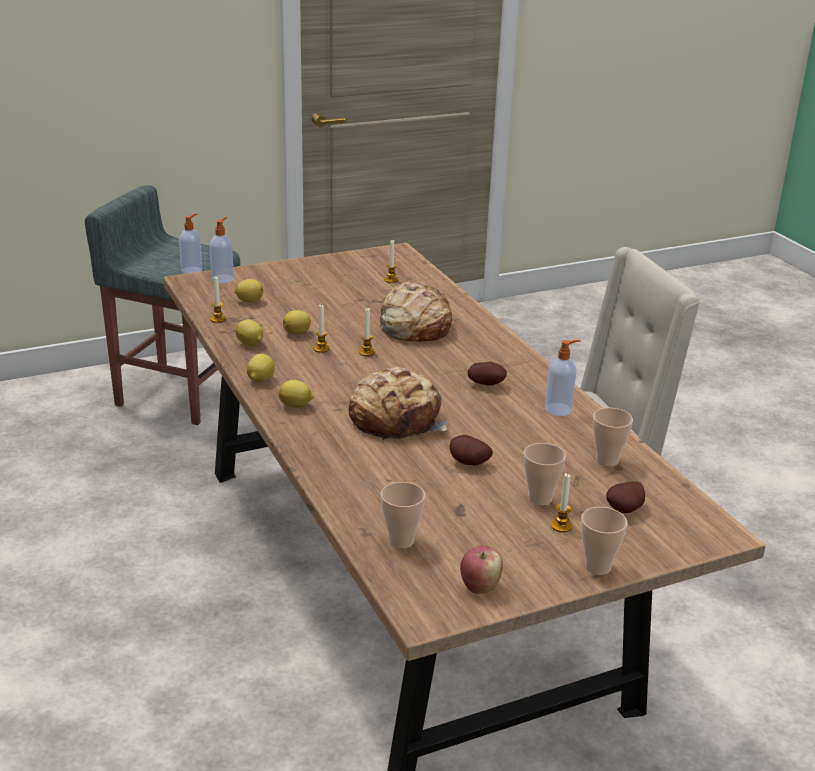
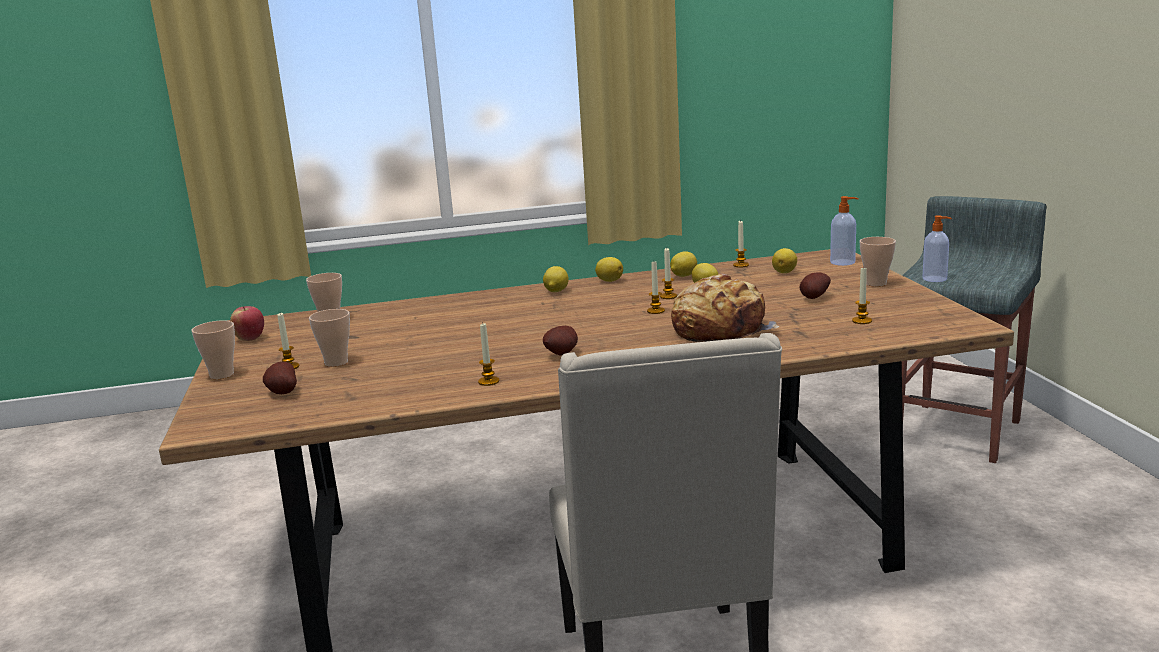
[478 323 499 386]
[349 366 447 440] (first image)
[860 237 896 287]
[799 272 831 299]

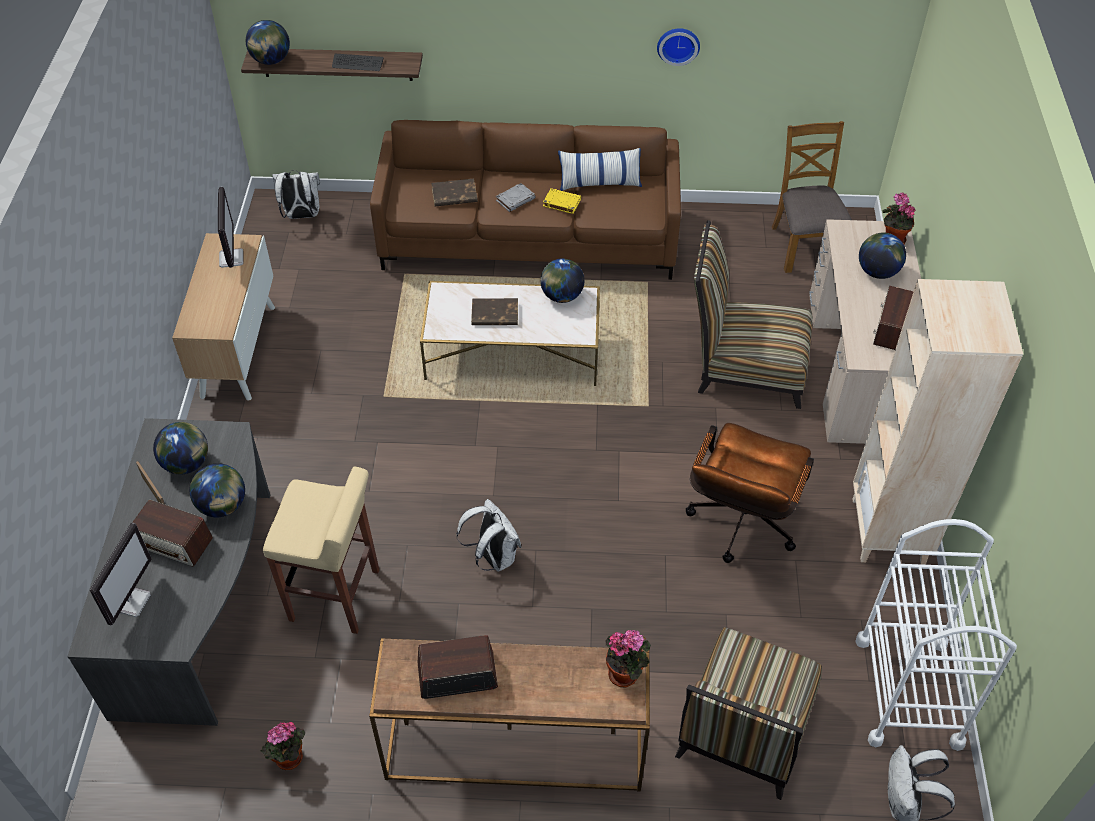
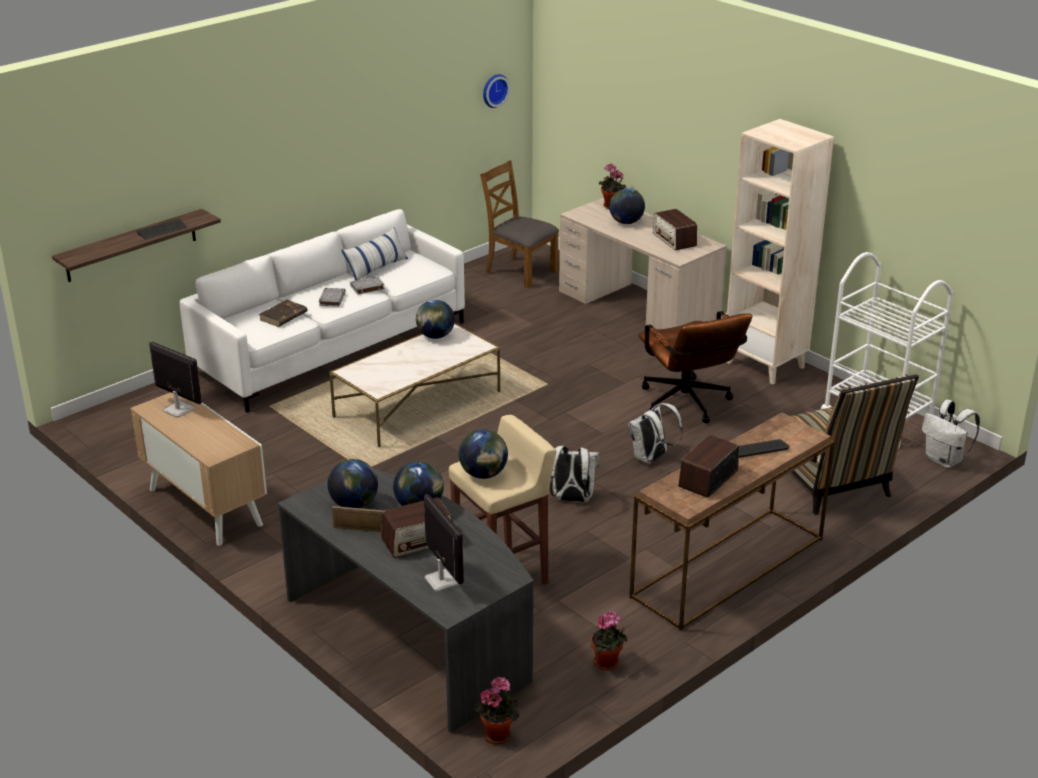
[459 429 508 479]
[483 74 510 108]
[180 209 465 413]
[628 403 683 464]
[350 277 385 295]
[694 220 813 409] (first image)
[471 298 518 325] (first image)
[474 677 519 744]
[739 439 790 458]

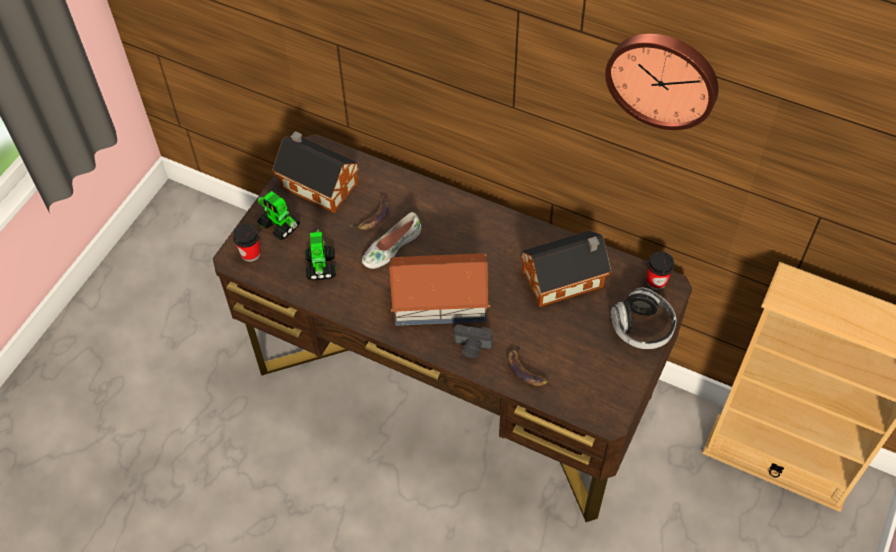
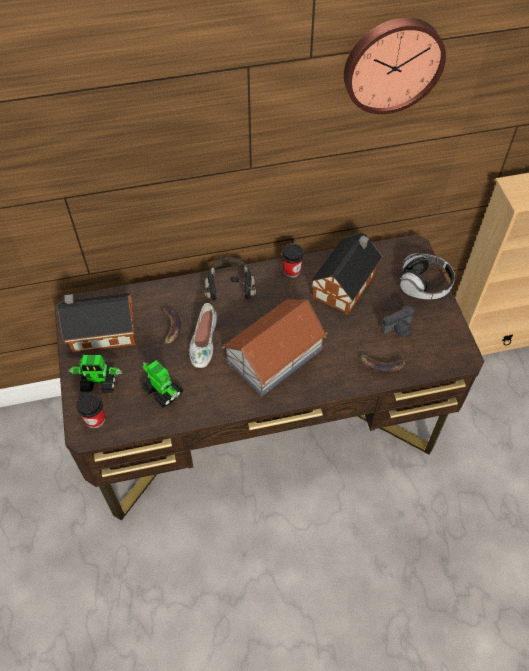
[281 243 304 278]
[381 306 414 338]
[204 257 256 301]

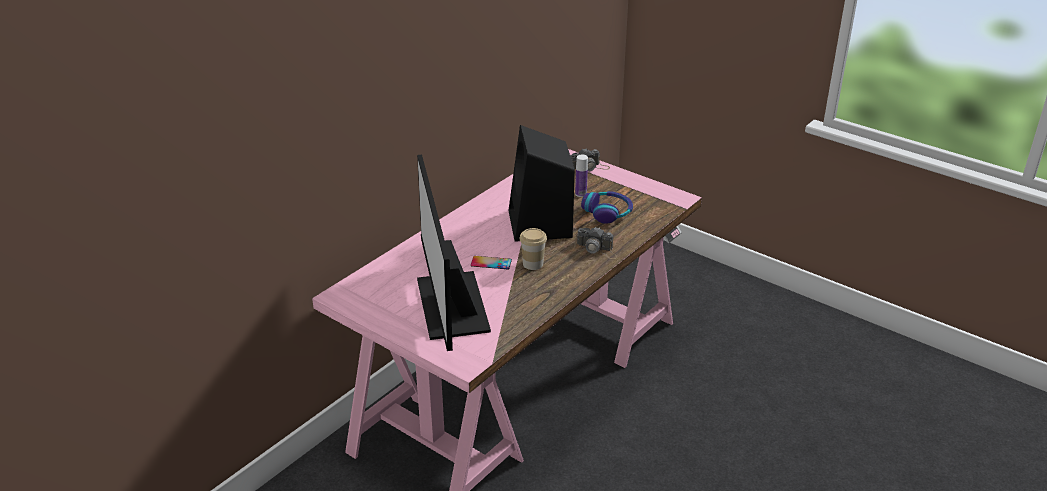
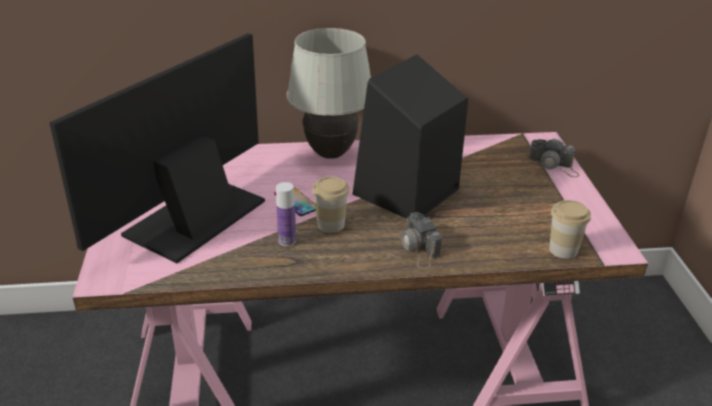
[276 182 296 246]
[581 191 633 224] (first image)
[287 28 371 159]
[549 200 591 259]

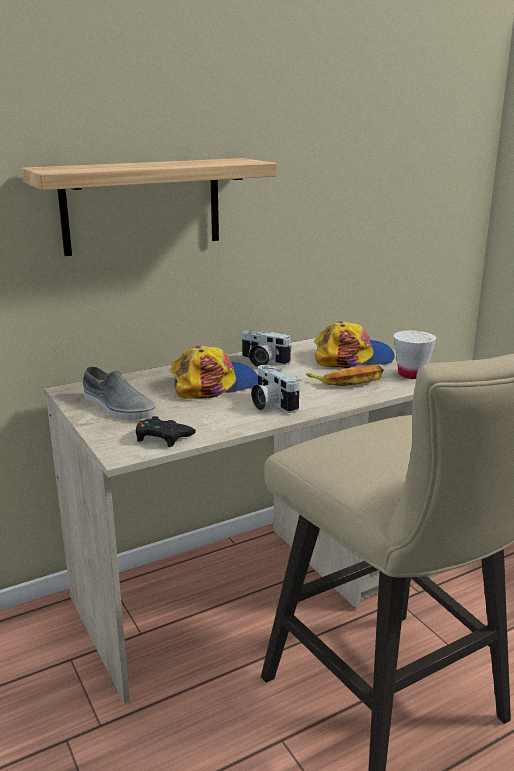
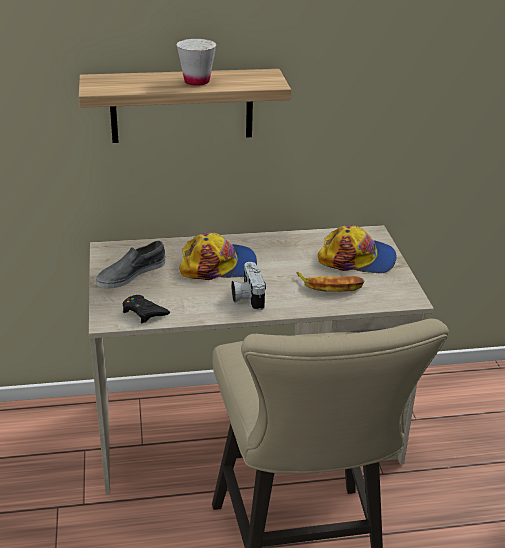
[241 330 292 367] (first image)
[177 39 216 86]
[96 241 166 289]

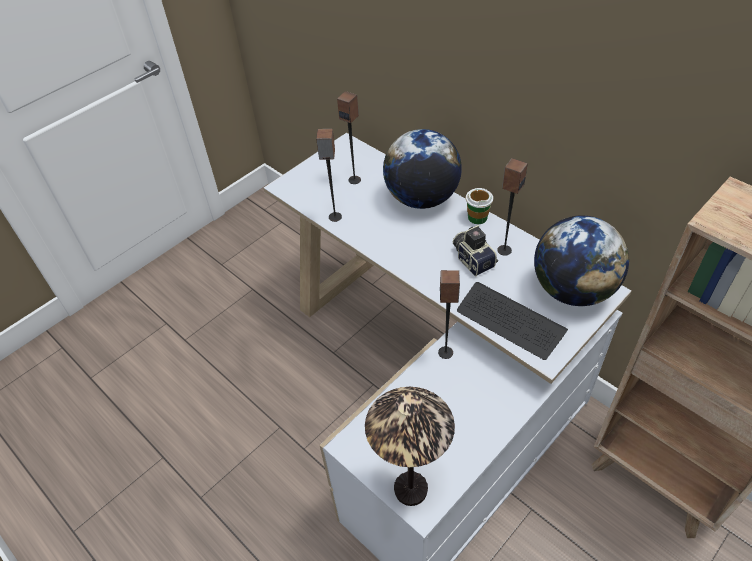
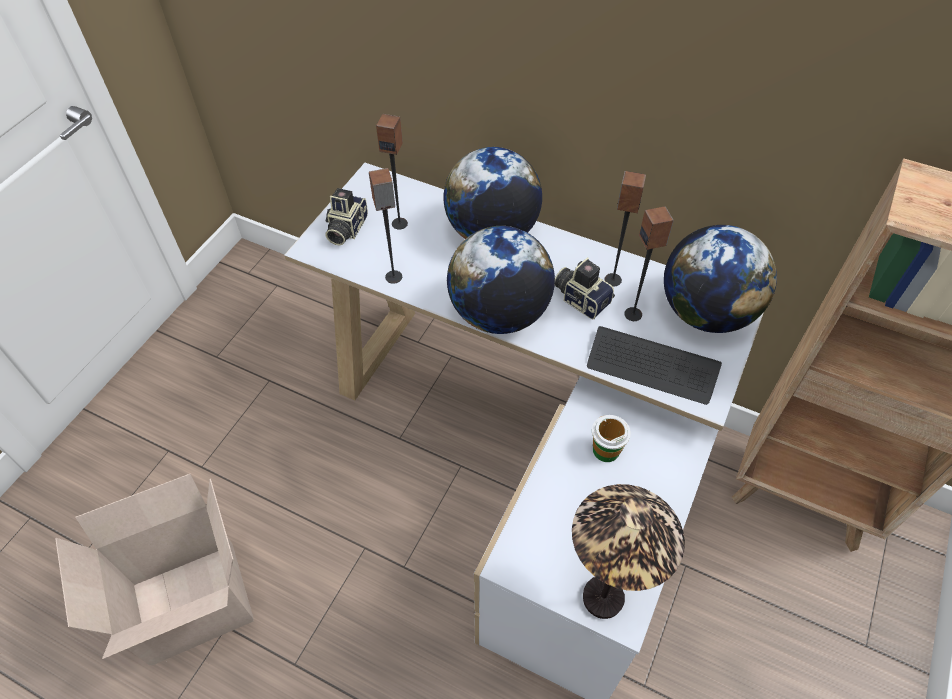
[592 415 631 462]
[624 206 674 321]
[325 188 368 245]
[447 226 555 334]
[55 474 254 666]

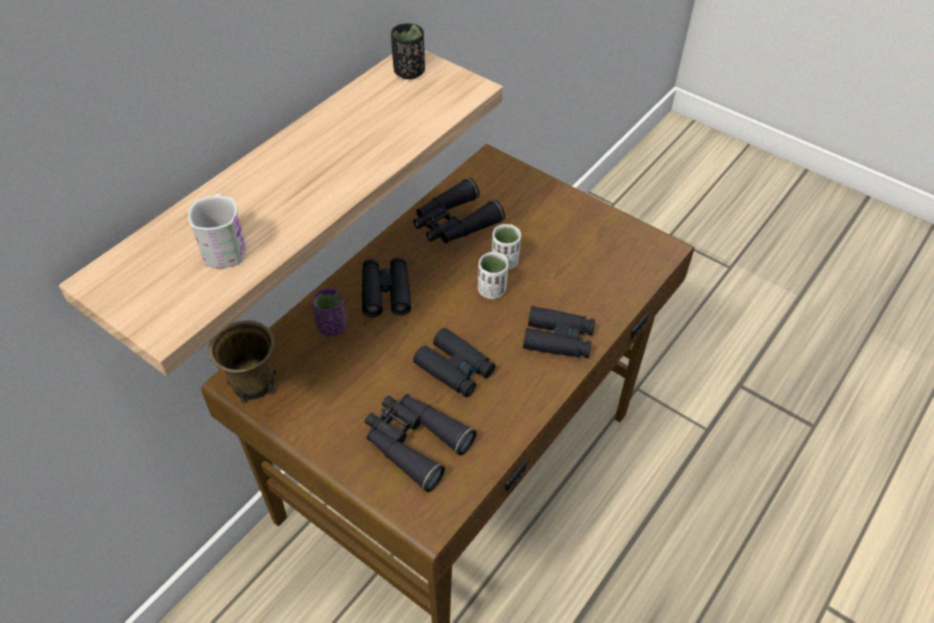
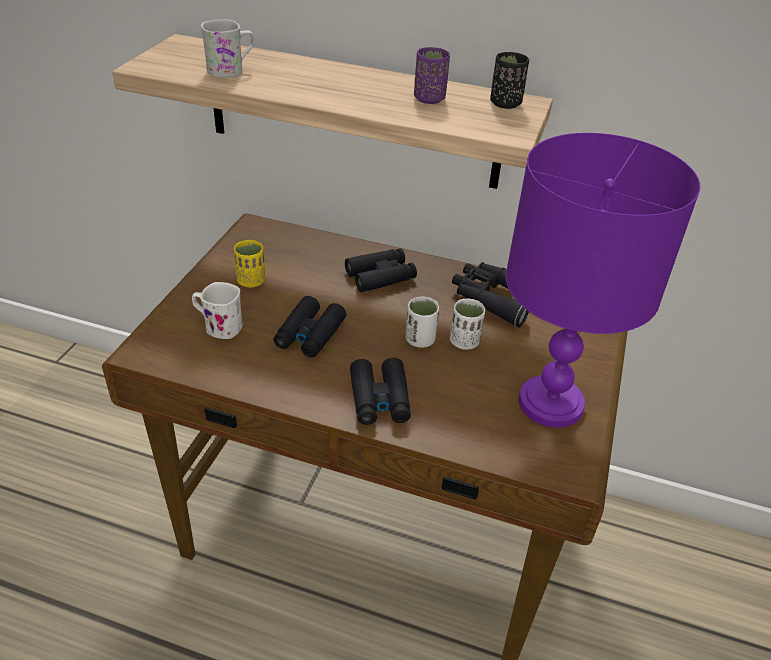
[414 47 450 104]
[208 321 277 403] (first image)
[192 282 243 339]
[506 133 700 428]
[234 240 265 288]

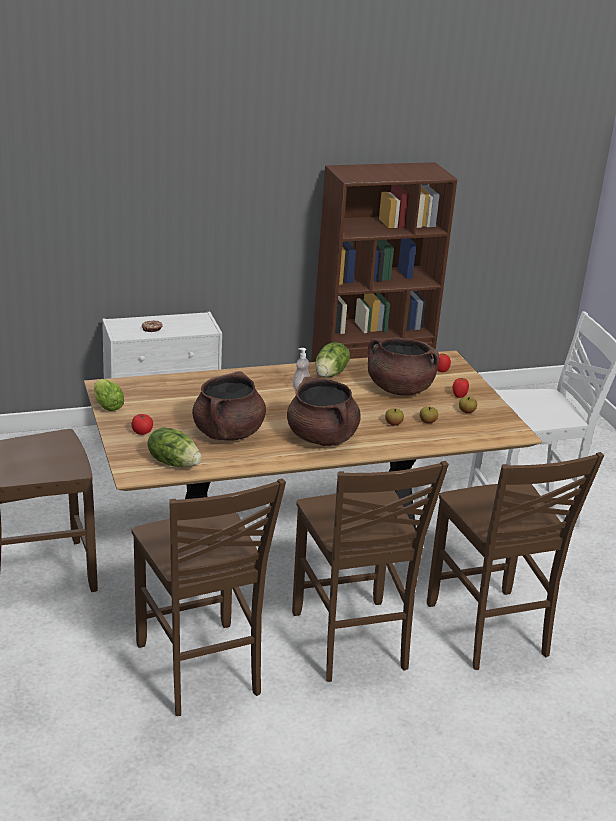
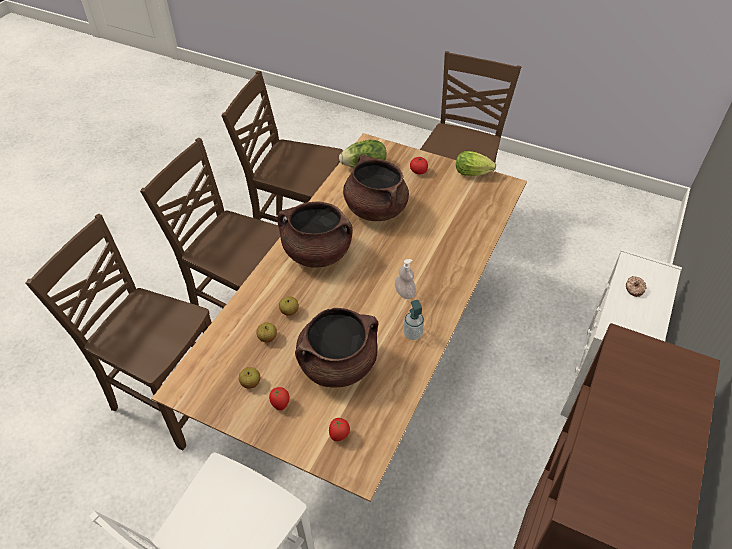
[403 299 424 340]

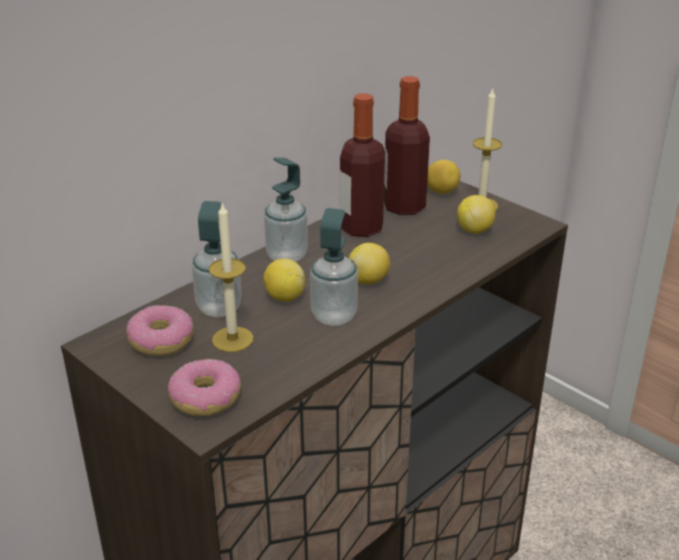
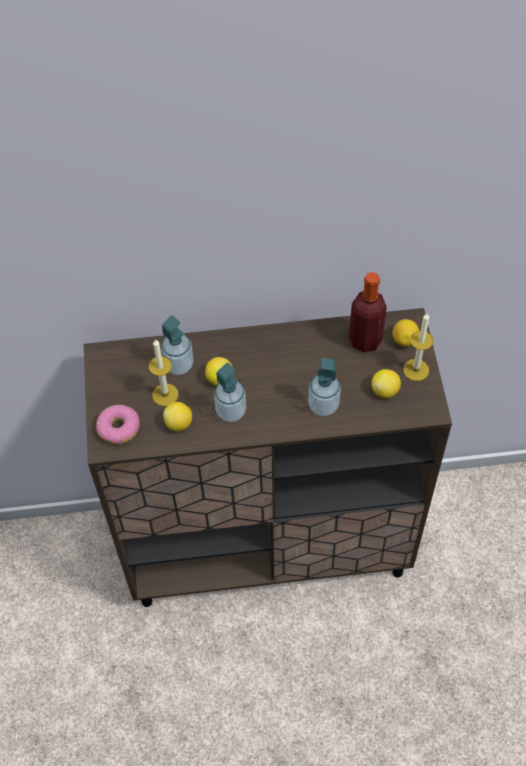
[340 93 385 237] (first image)
[308 358 341 416]
[163 402 192 431]
[126 305 194 356] (first image)

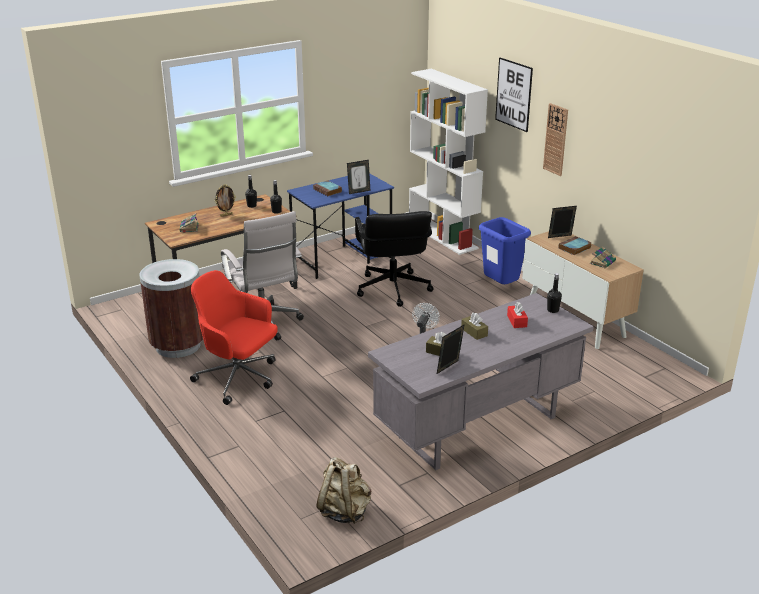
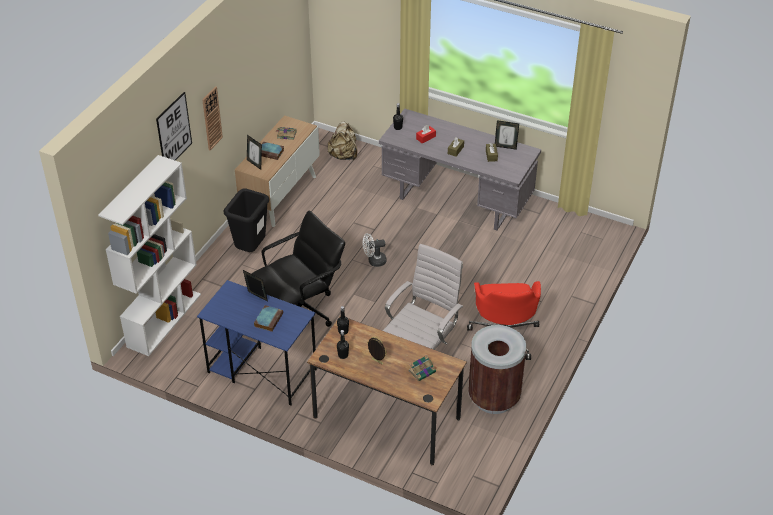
[224 188 269 252]
[327 121 357 160]

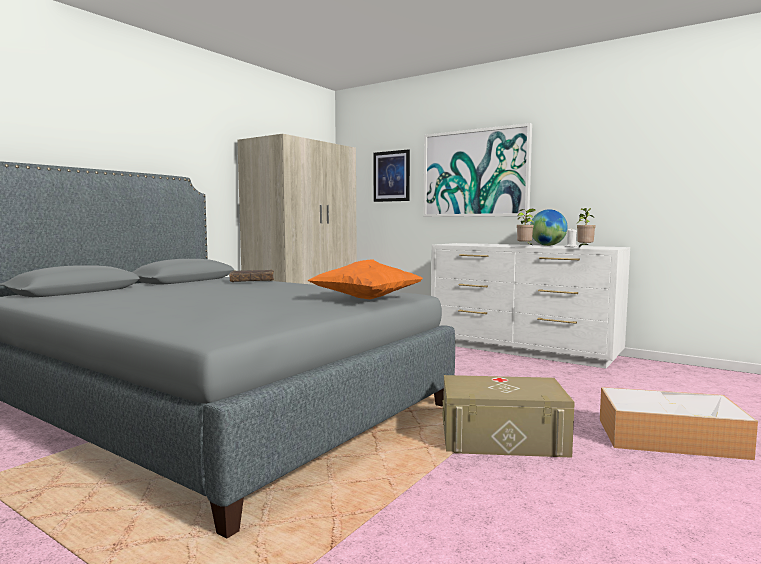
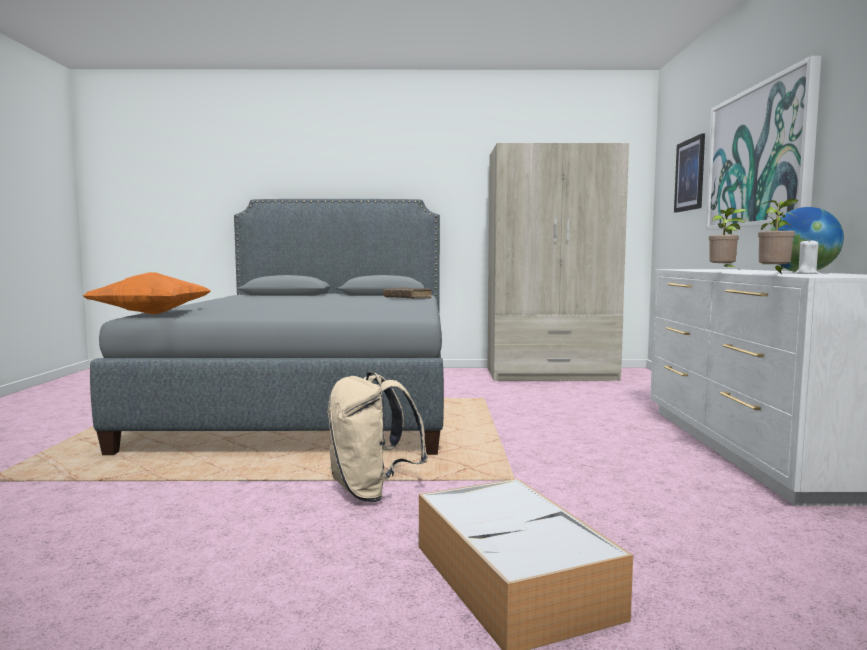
[83 272 211 314]
[327 372 428 502]

